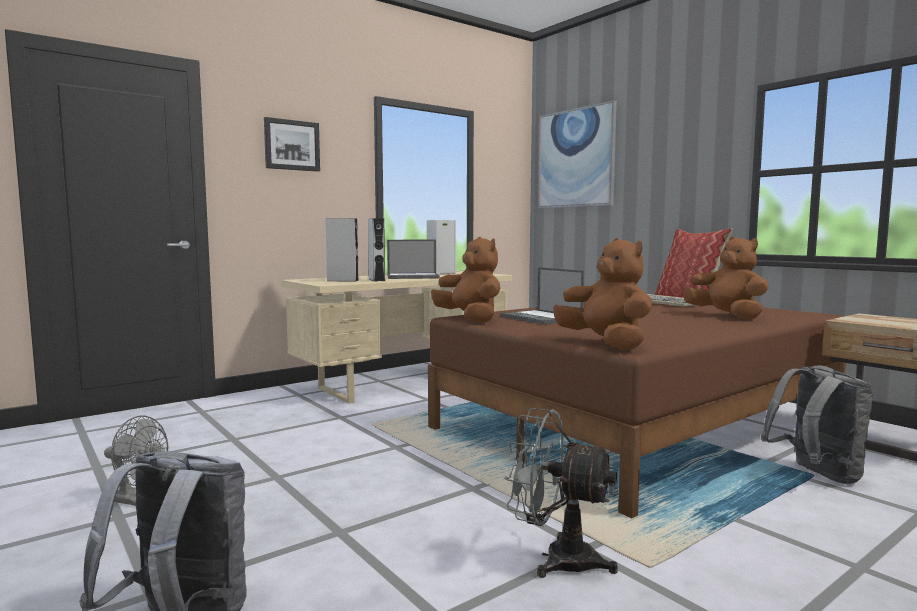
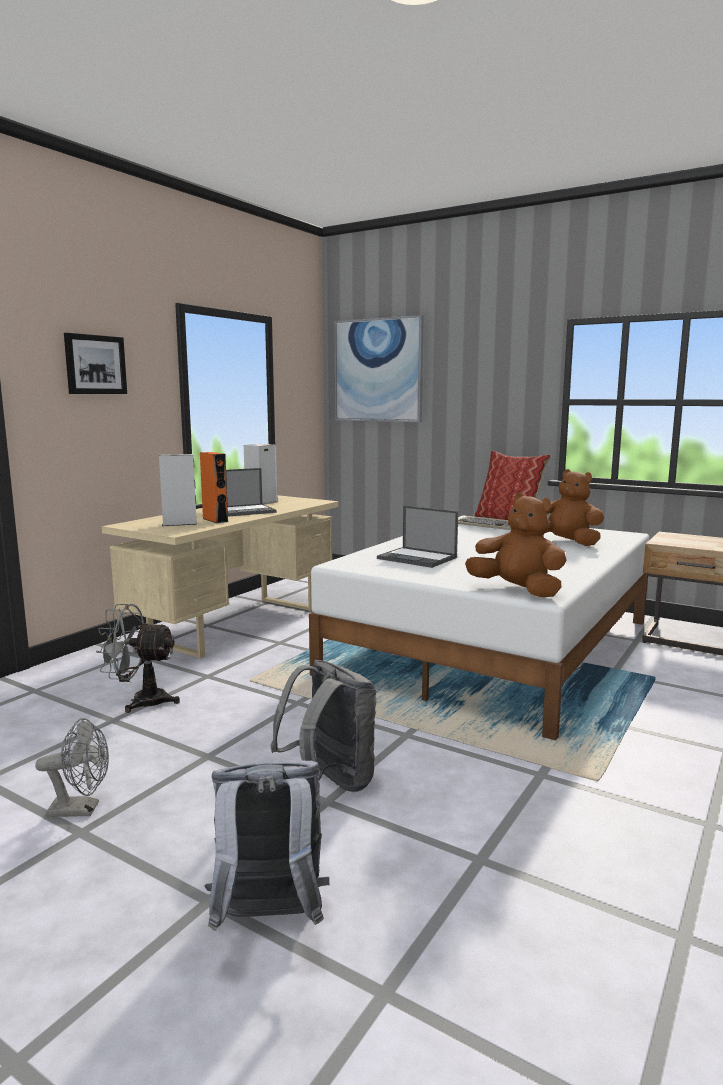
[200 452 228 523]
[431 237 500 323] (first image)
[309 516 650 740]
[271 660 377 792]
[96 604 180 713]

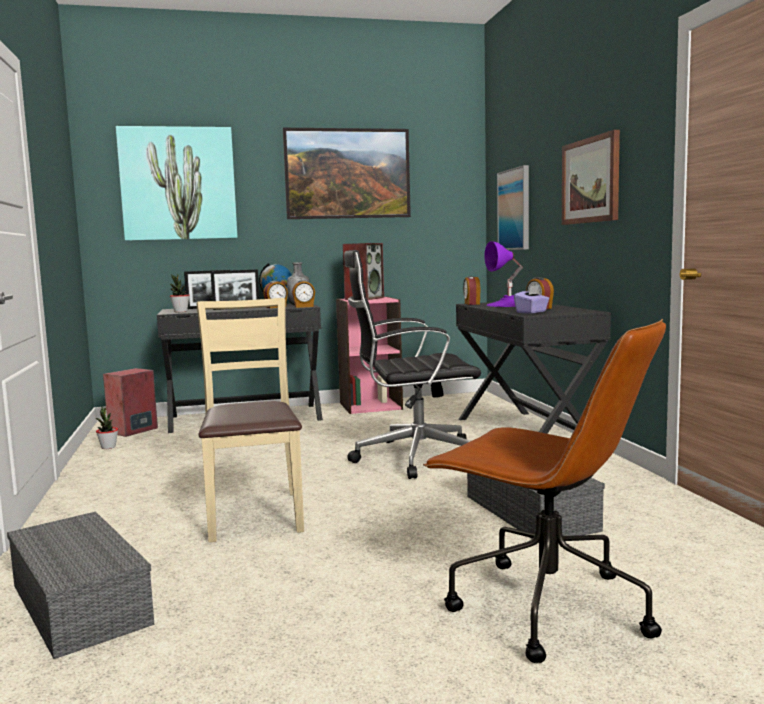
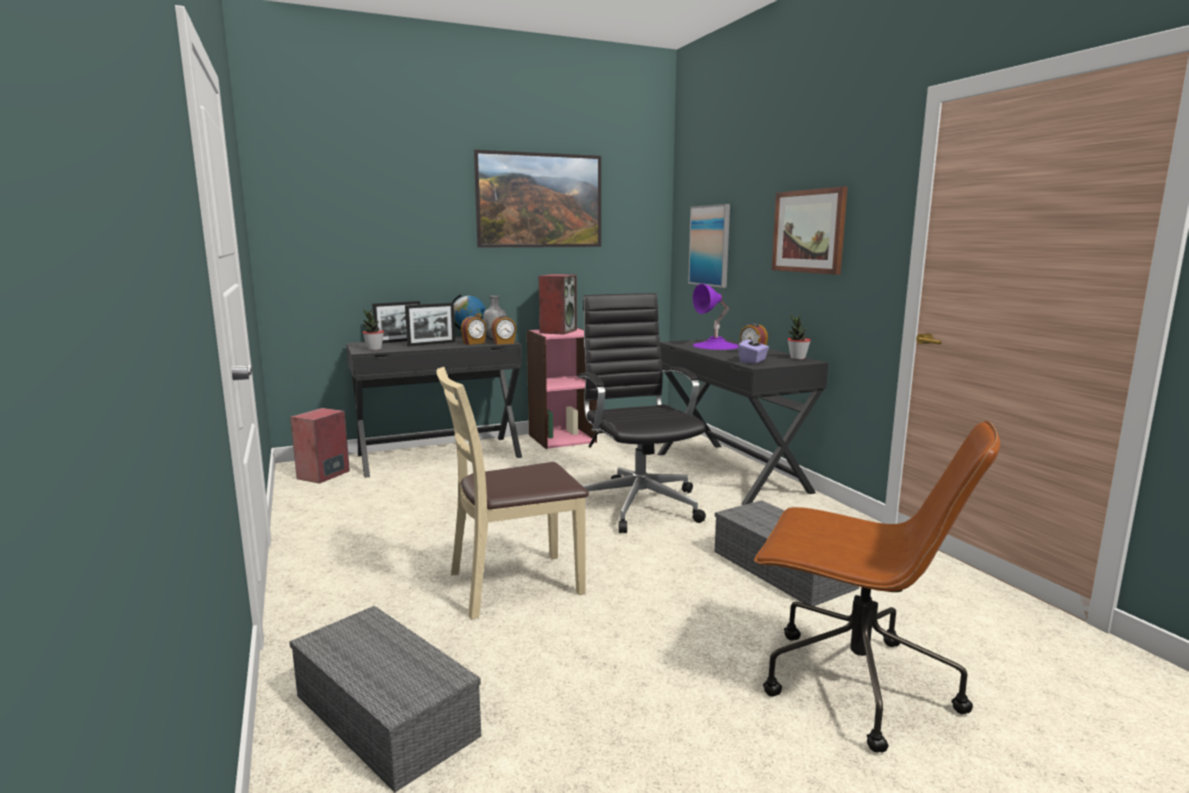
[116 126 237 241] (first image)
[578 293 706 533]
[463 276 480 305] (first image)
[437 367 589 619]
[788 315 811 360]

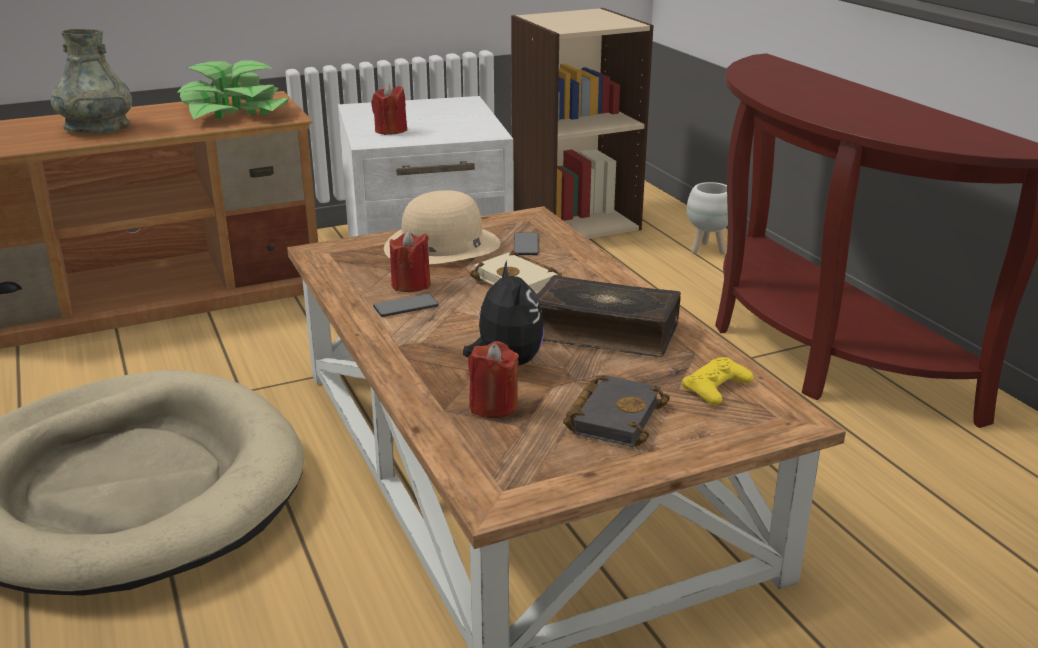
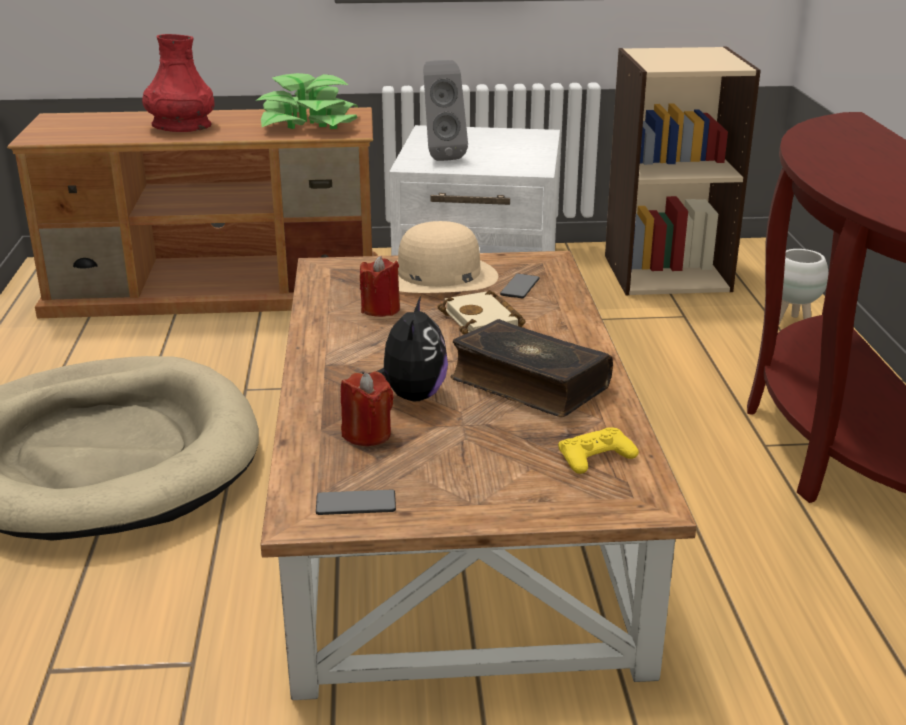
[142 34 215 132]
[423 60 468 161]
[316 490 396 515]
[563 375 670 447] (first image)

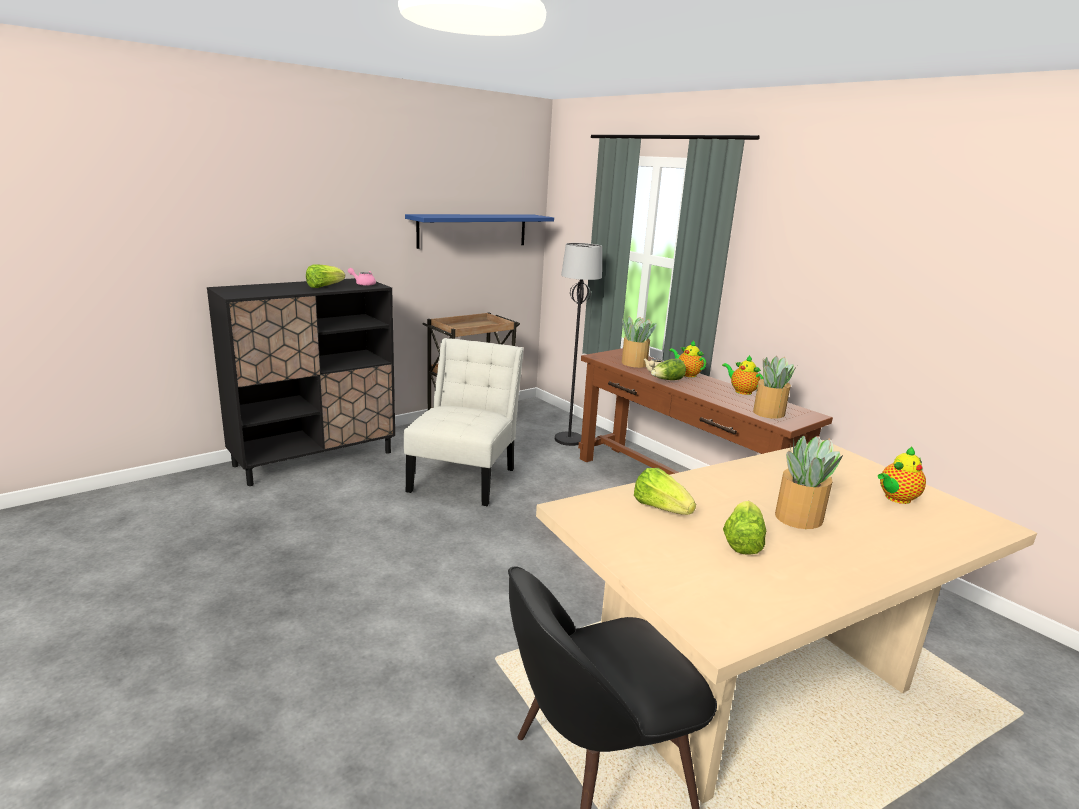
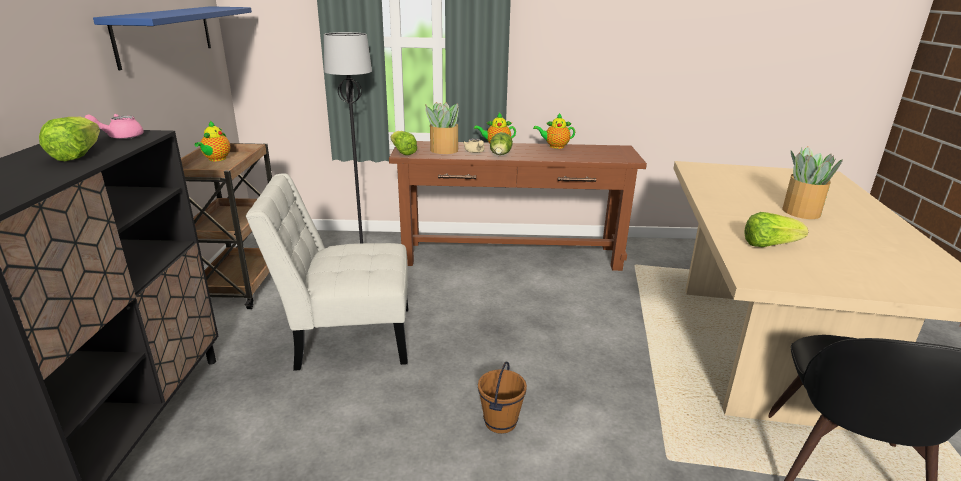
[246 173 408 371]
[753 356 797 419] (first image)
[194 121 230 161]
[391 131 417 155]
[478 362 527 434]

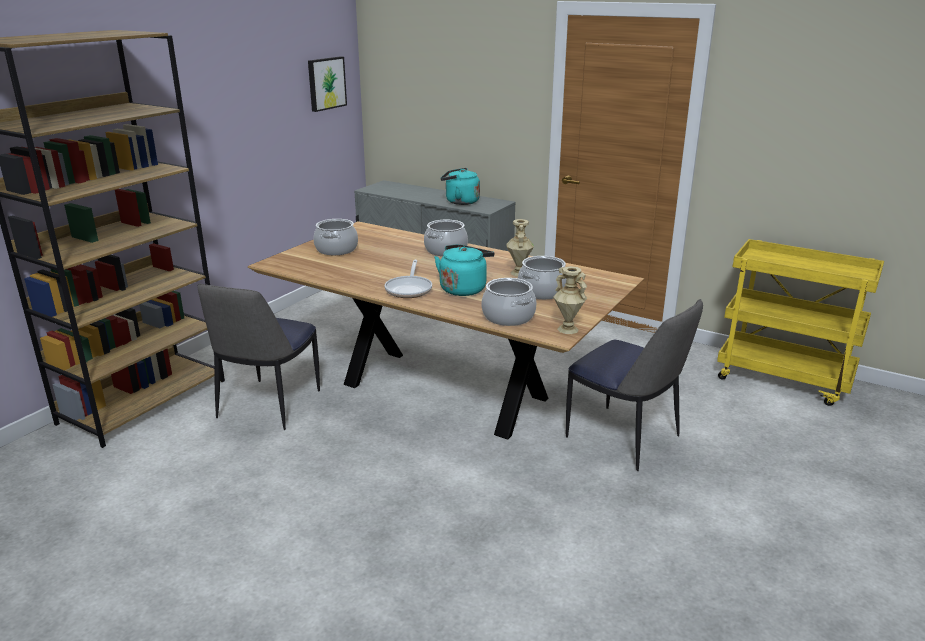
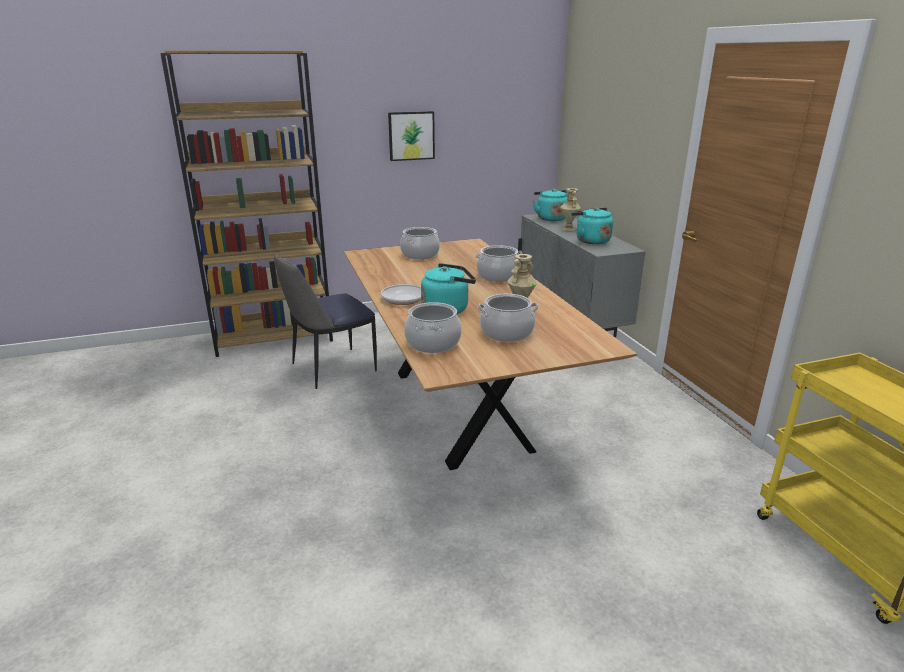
[388 111 435 161]
[560 188 581 231]
[566 299 703 471] (first image)
[533 189 567 221]

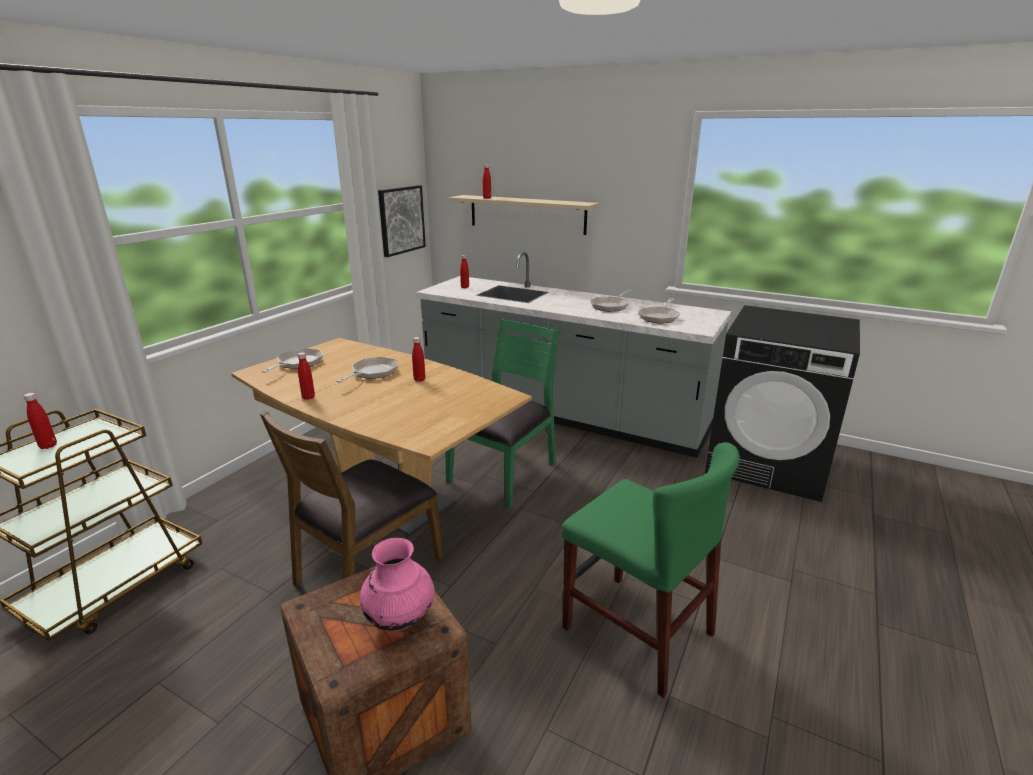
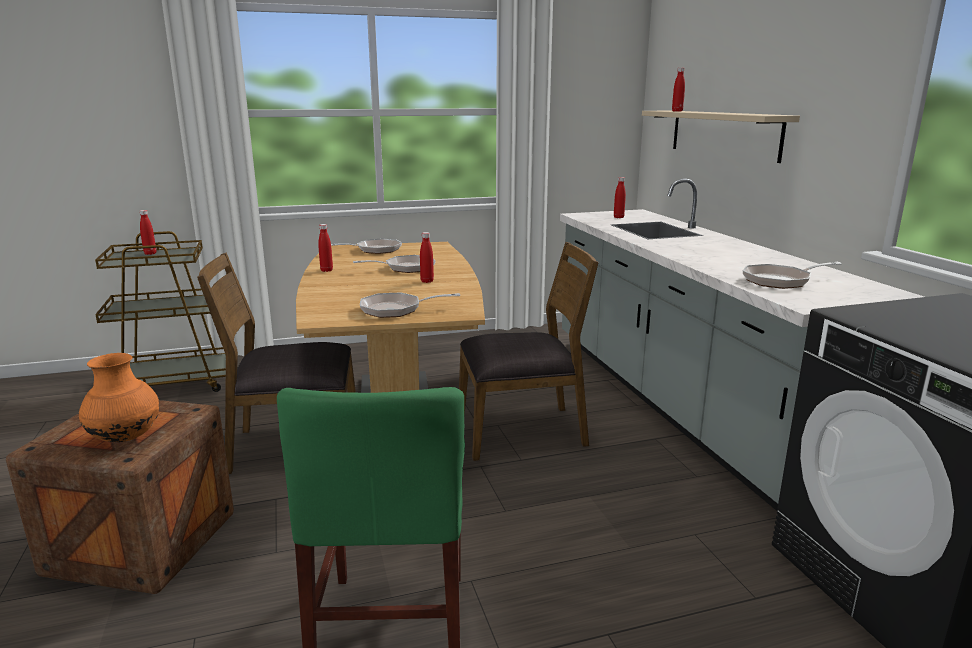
[378 185 426 257] (first image)
[360 293 460 318]
[459 242 599 461]
[79 353 159 442]

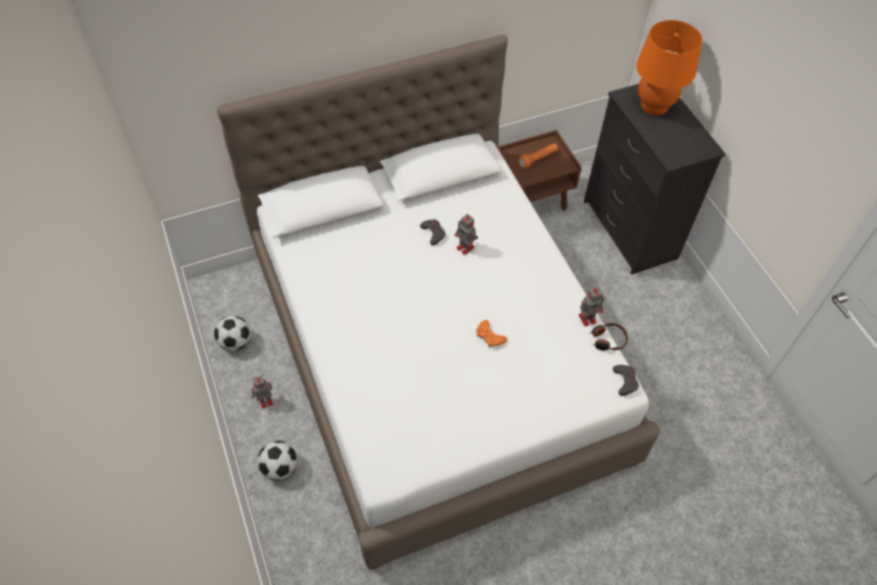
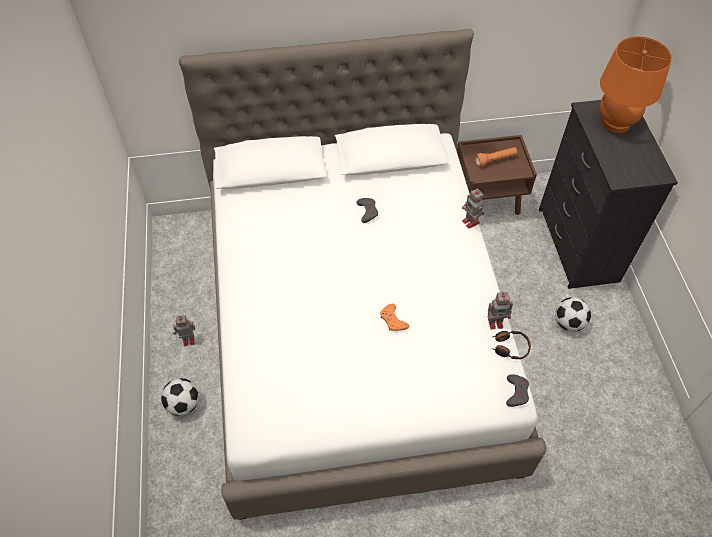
[462 188 484 229]
[555 297 591 331]

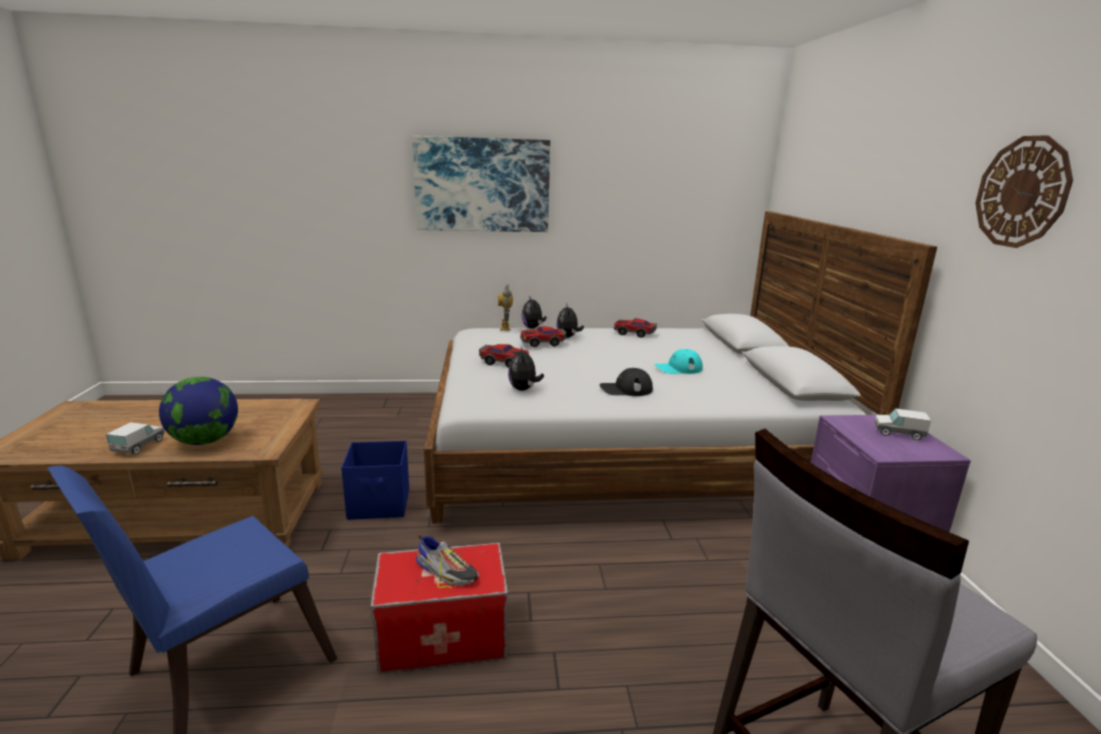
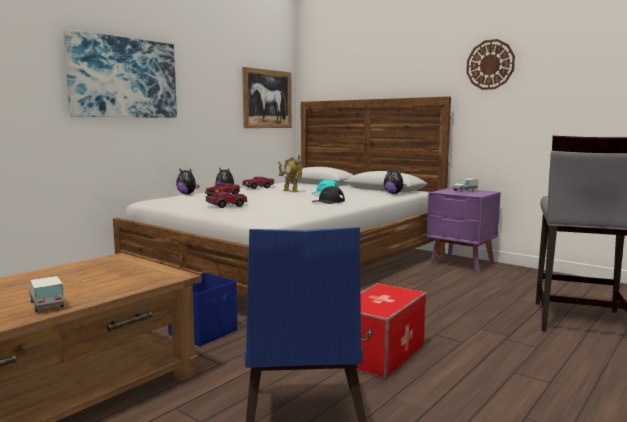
[278 155 304 192]
[384 168 407 194]
[159 377 238 445] (first image)
[416 535 479 589] (first image)
[242 67 292 128]

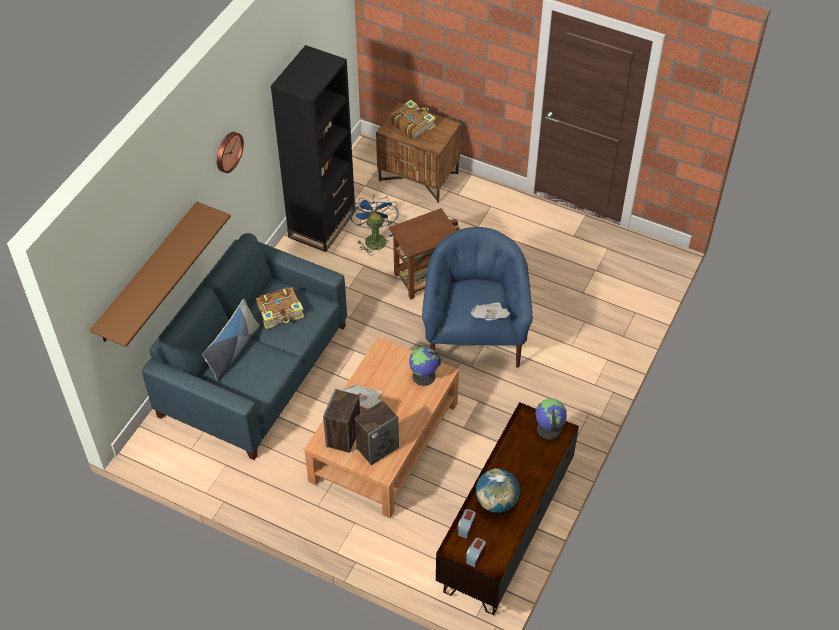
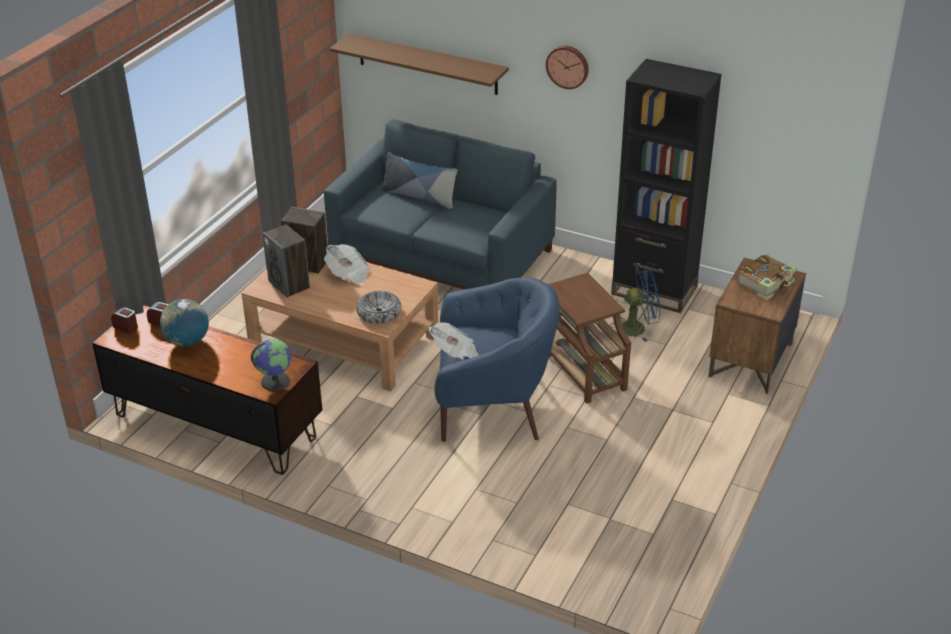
[256 287 304 329] (first image)
[356 291 401 324]

